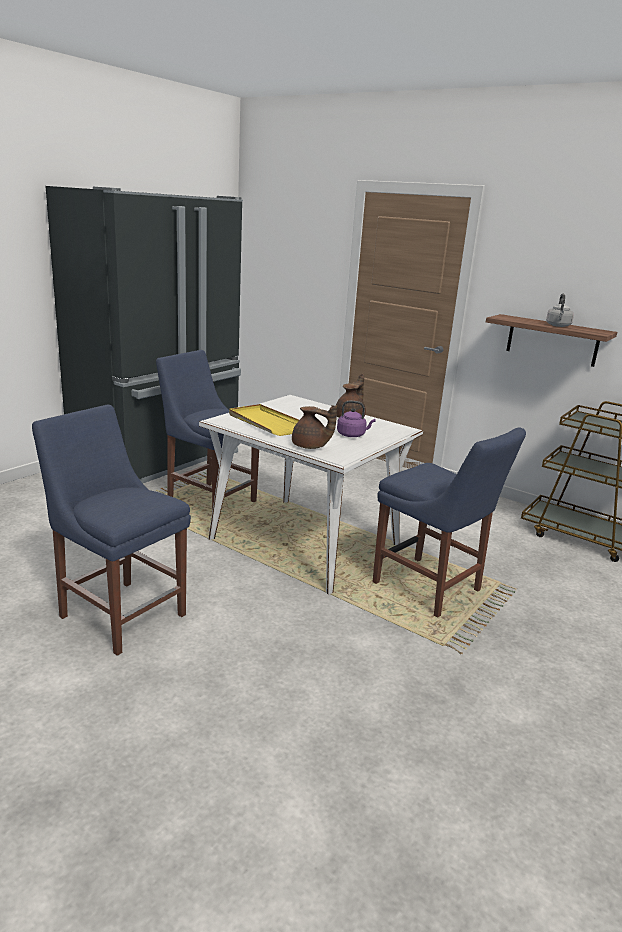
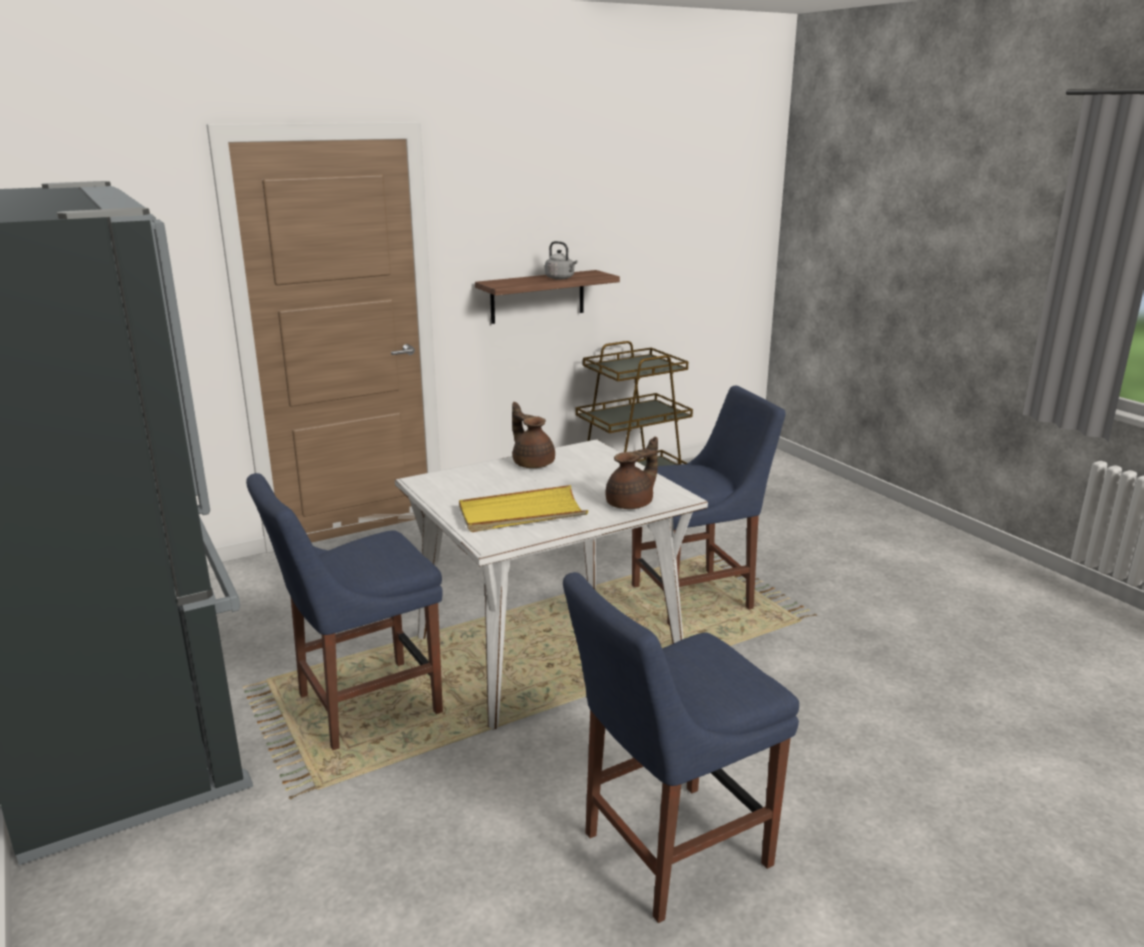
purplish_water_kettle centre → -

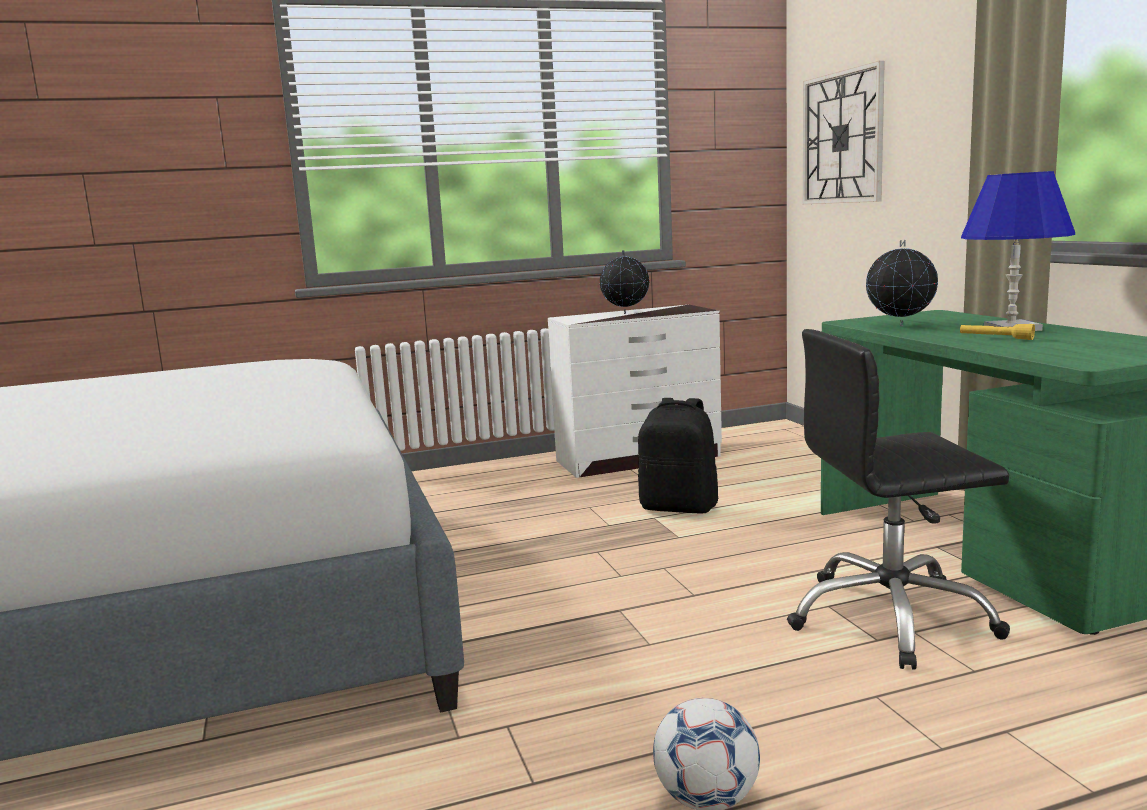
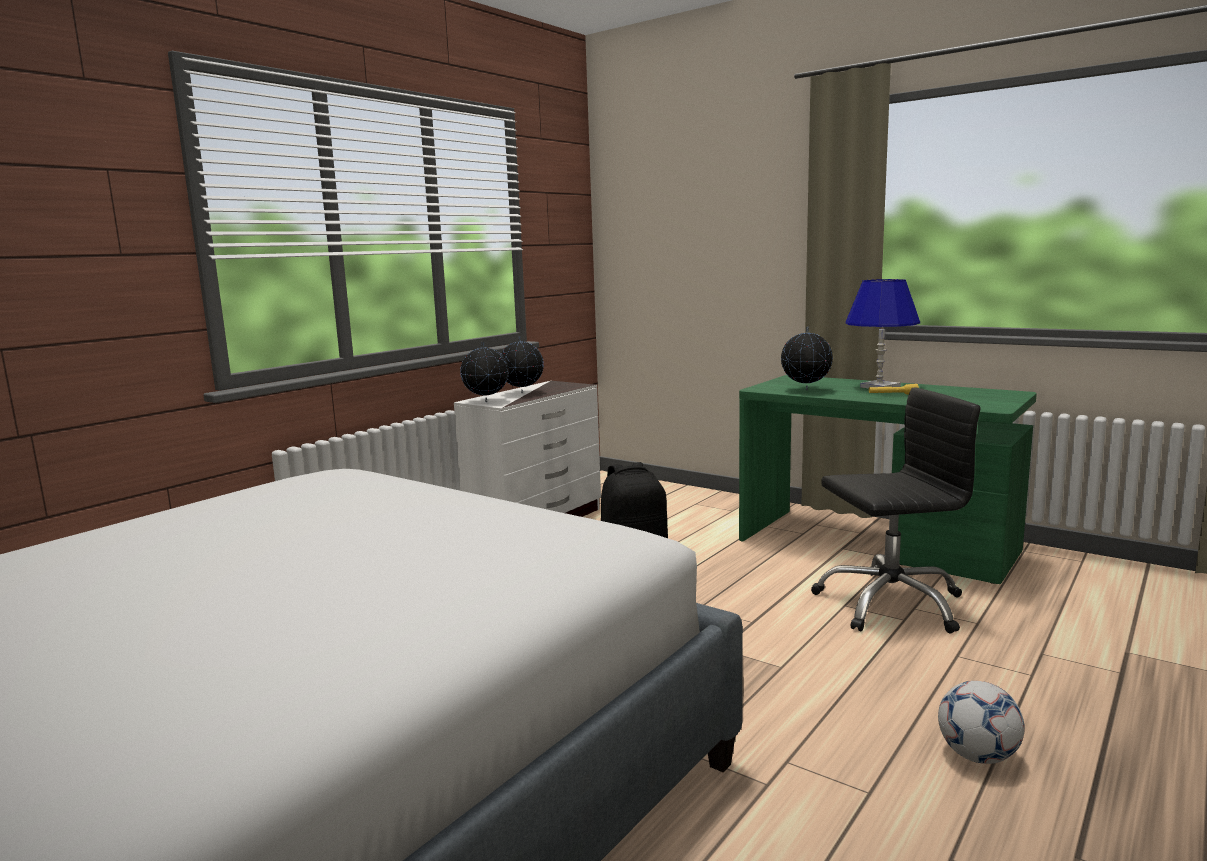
wall_clock top right → -
black-coloured_desk_chair middle right, 150 degrees counterclockwise
- → world_globe (1st from left) centre

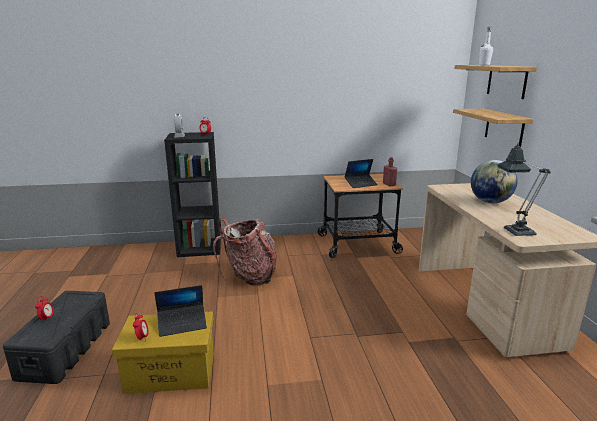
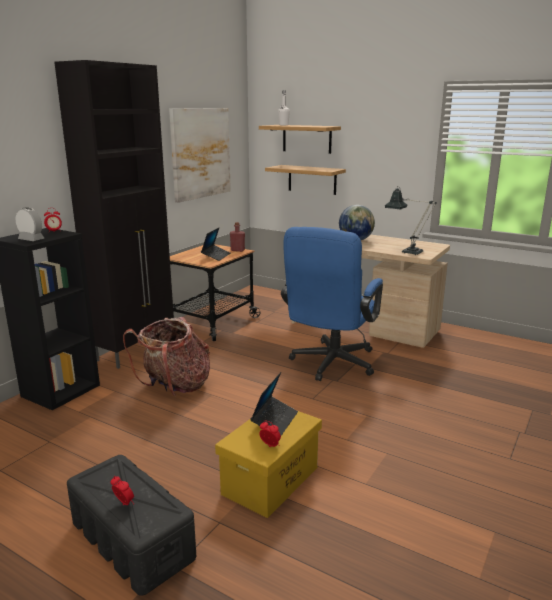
- → black-coloured_storage_cabinet middle left
- → wall_picture top centre
- → blue-coloured_desk_chair centre

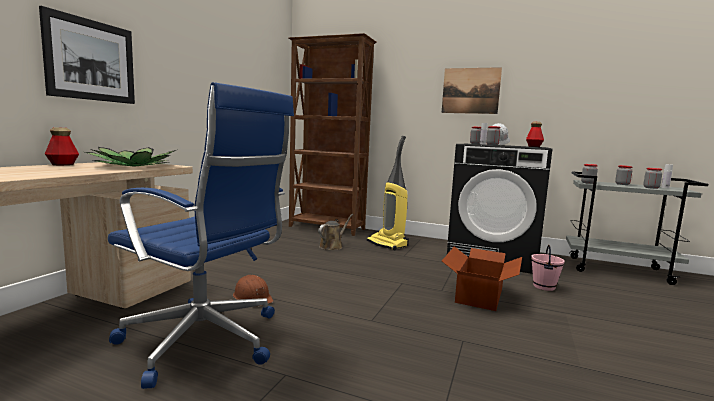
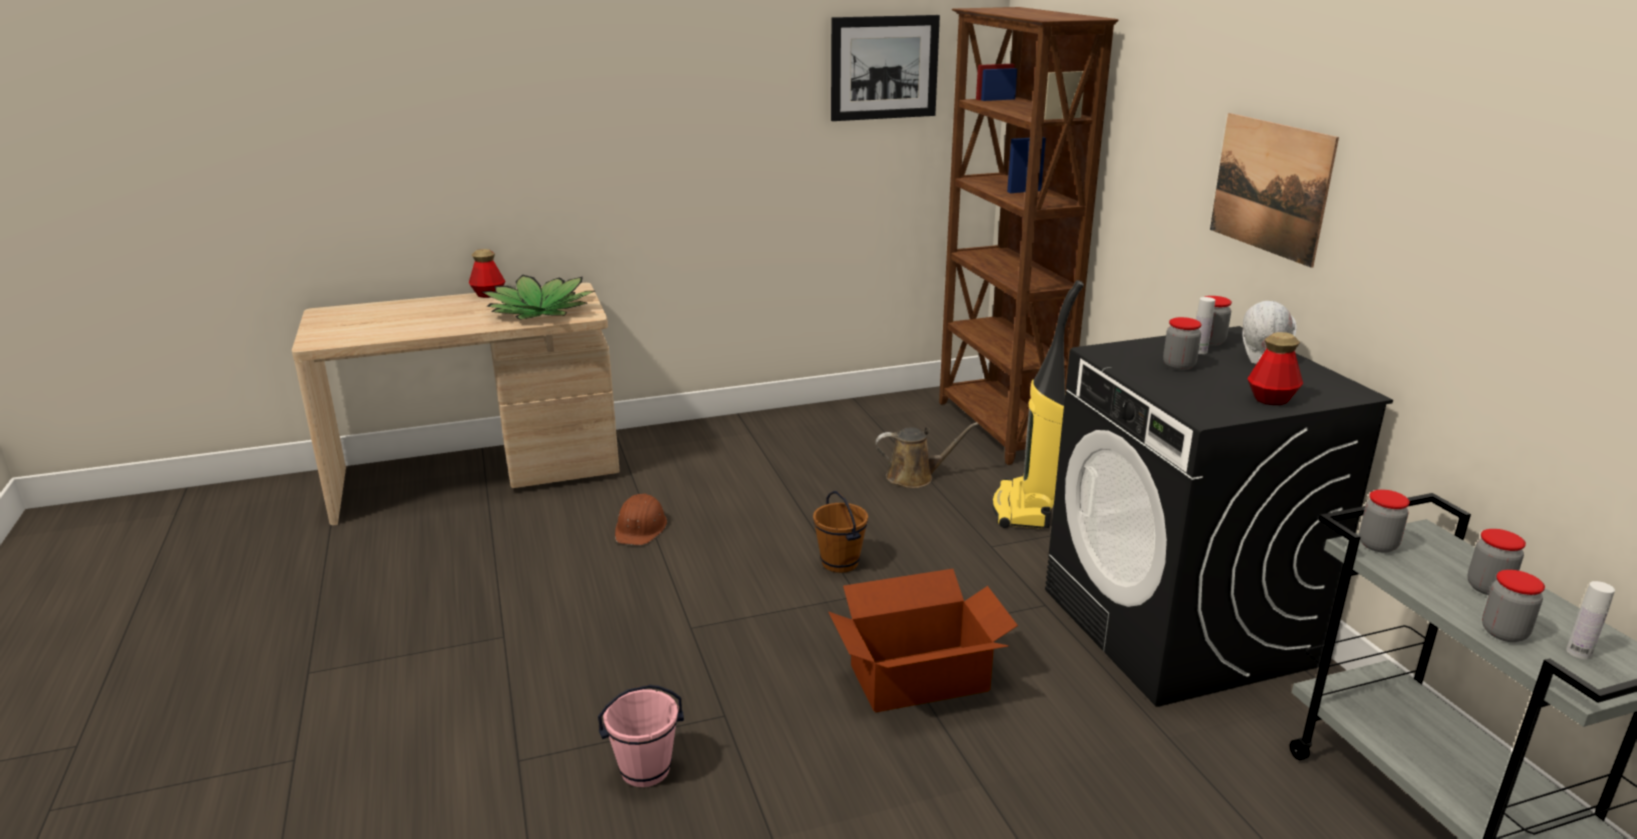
wall_picture (1st from left) top left → wall_picture (1st from left) top centre, moved
blue-coloured_desk_chair middle left → -
pink-coloured_pail bottom right → pink-coloured_pail bottom centre, moved
- → brown_pail centre

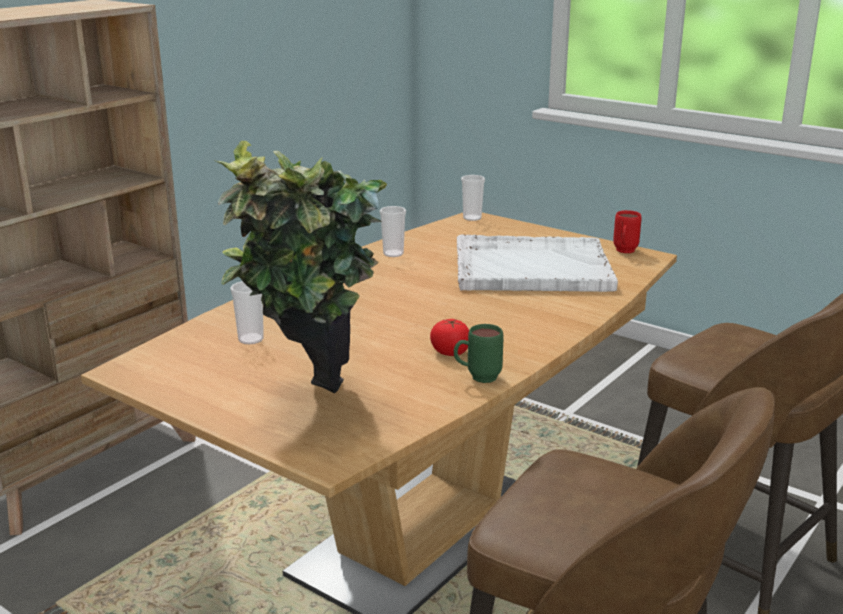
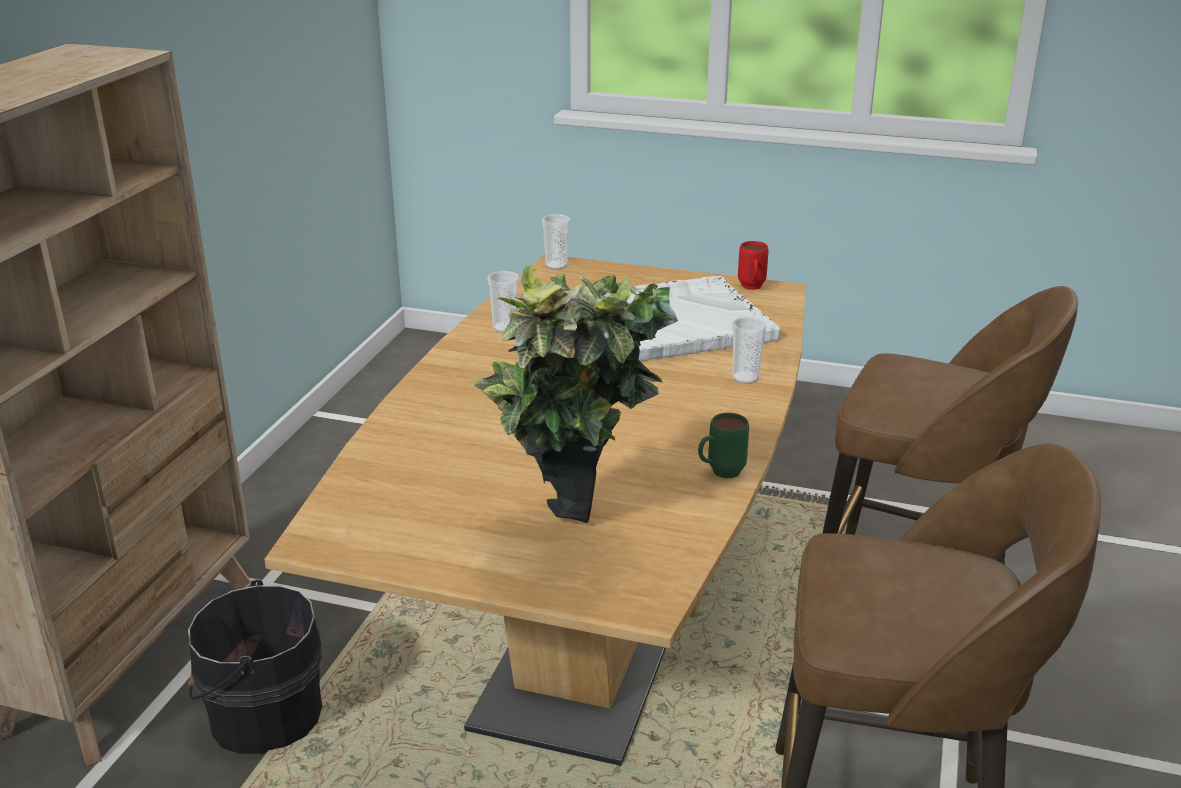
cup (1st from left in the first image) middle left → cup (3rd from left) centre, moved
tomato centre → -
- → black-coloured_pail bottom left

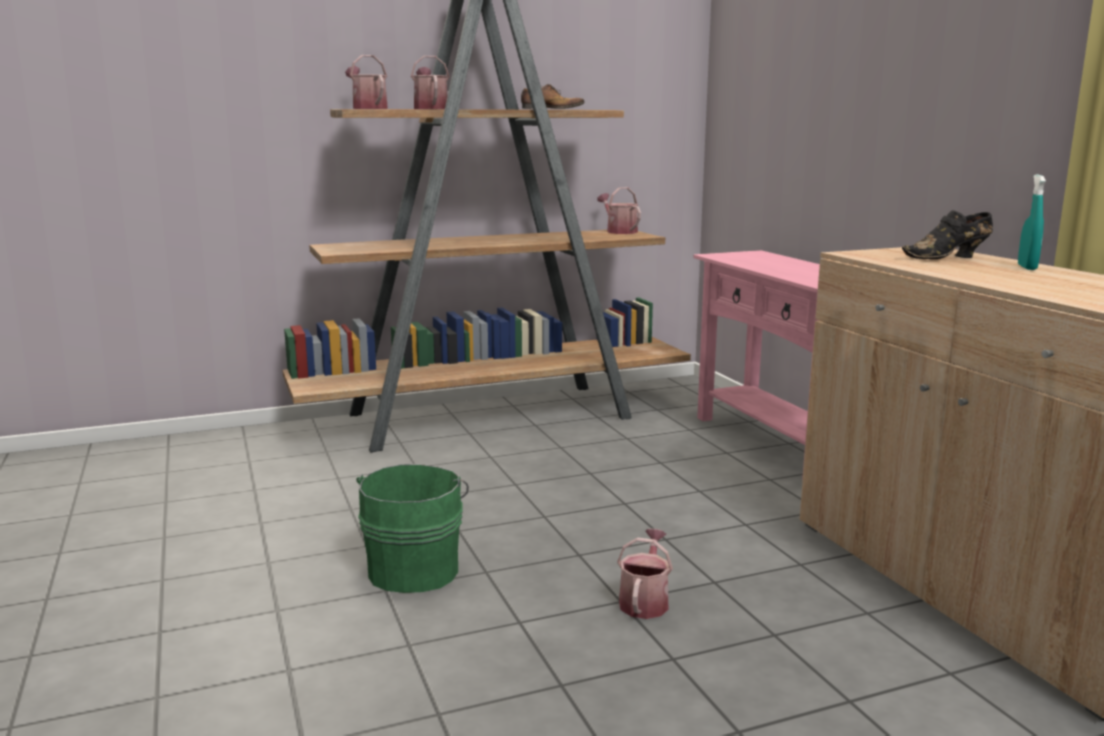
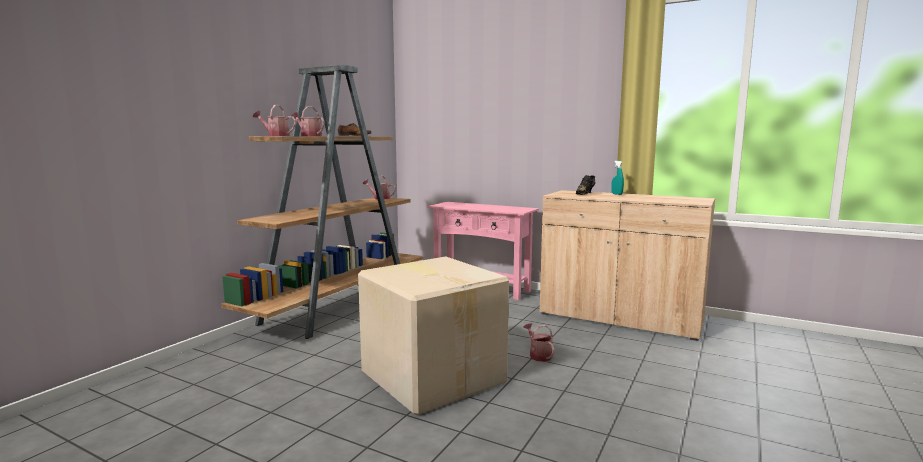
green_pail bottom centre → packing_box bottom centre

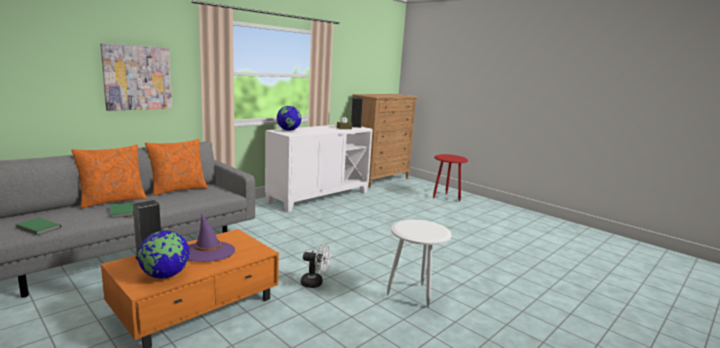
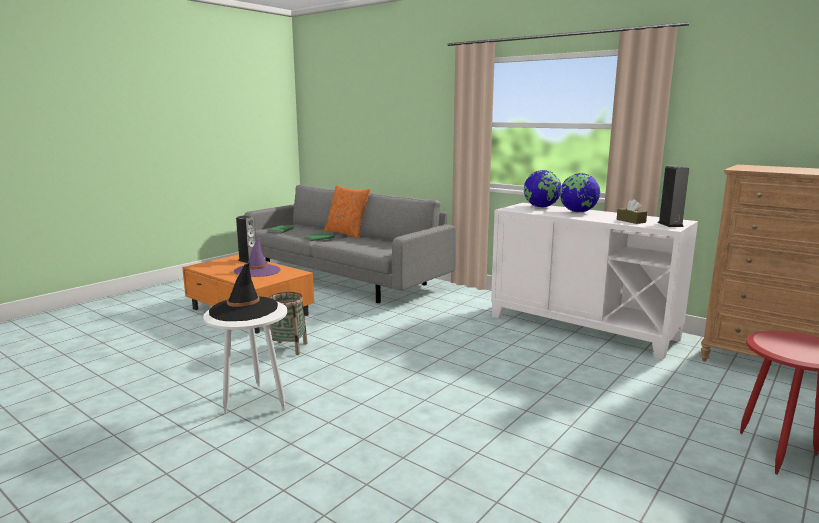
wall_picture top left → -
orange-coloured_cushion (2nd from left) middle left → -
world_globe (1st from left in the first image) bottom left → world_globe (2nd from left) middle right, moved
white_cooling_fan bottom centre → basket centre
- → black-coloured_hat middle left

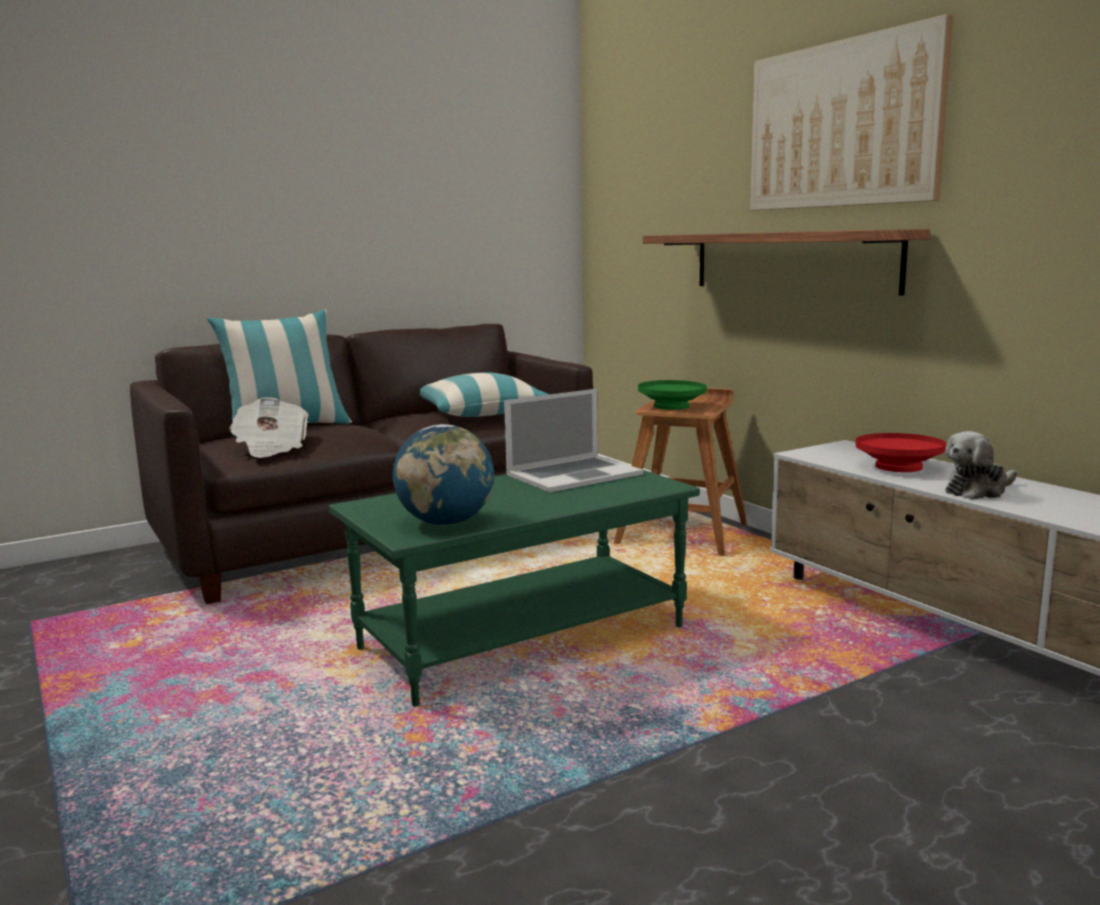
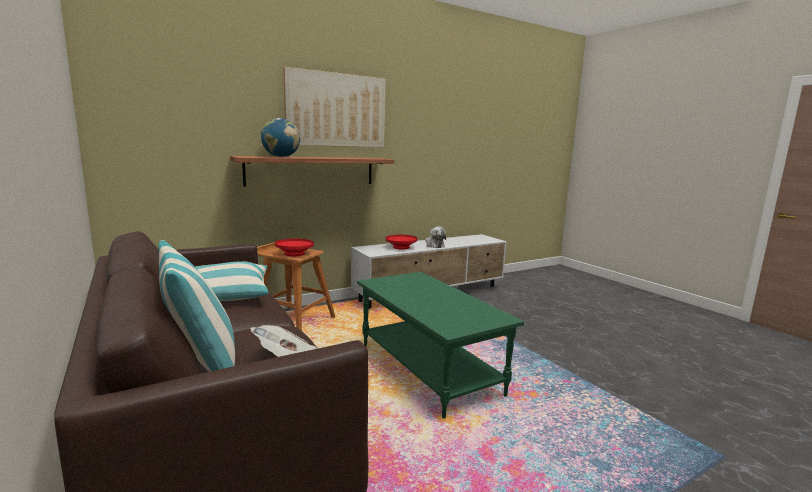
green_bowl centre → red-coloured_bowl (1st from left) centre
laptop centre → -
world_globe centre → world_globe top centre, moved

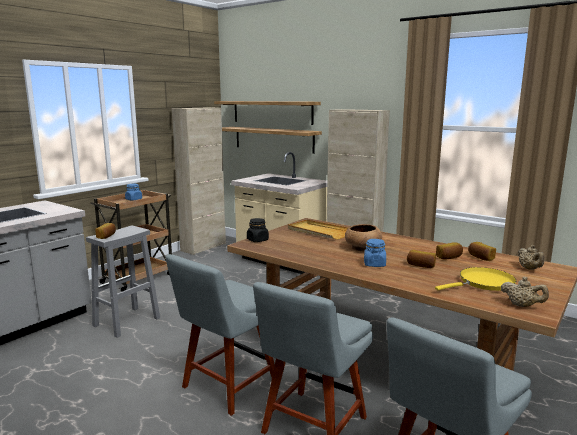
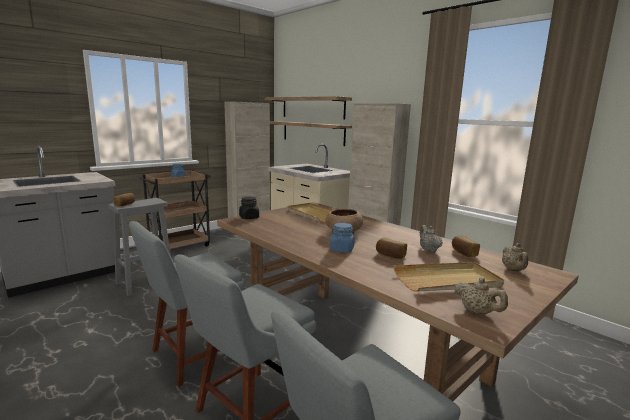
bread (3rd from left) middle right → sand-coloured_teapot (1st from left) middle right
yellowish_frying_pan middle right → sand-coloured_carrying_tray (2nd from left) middle right

